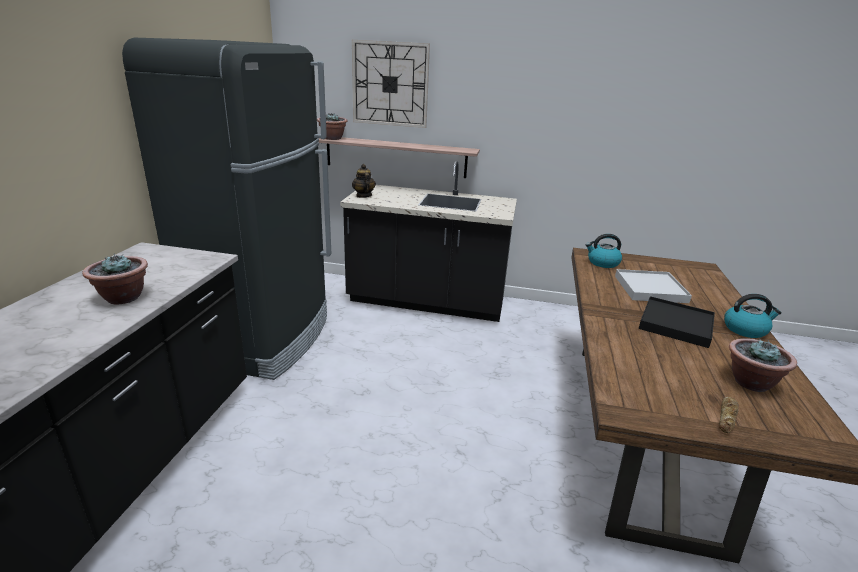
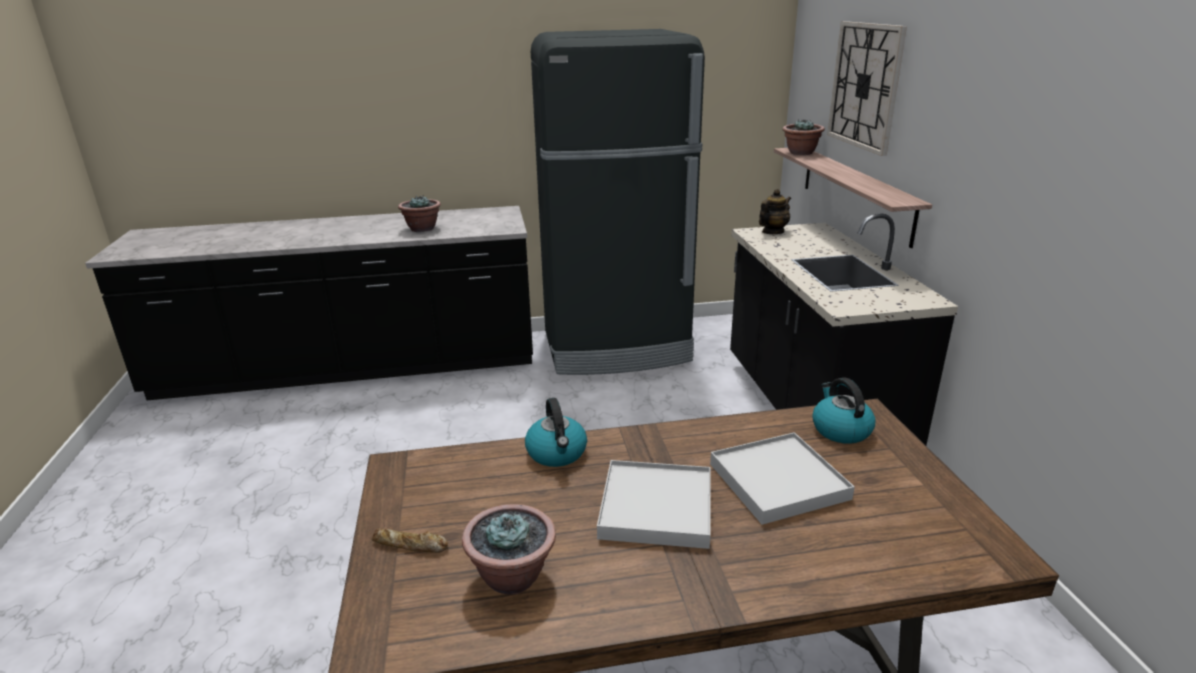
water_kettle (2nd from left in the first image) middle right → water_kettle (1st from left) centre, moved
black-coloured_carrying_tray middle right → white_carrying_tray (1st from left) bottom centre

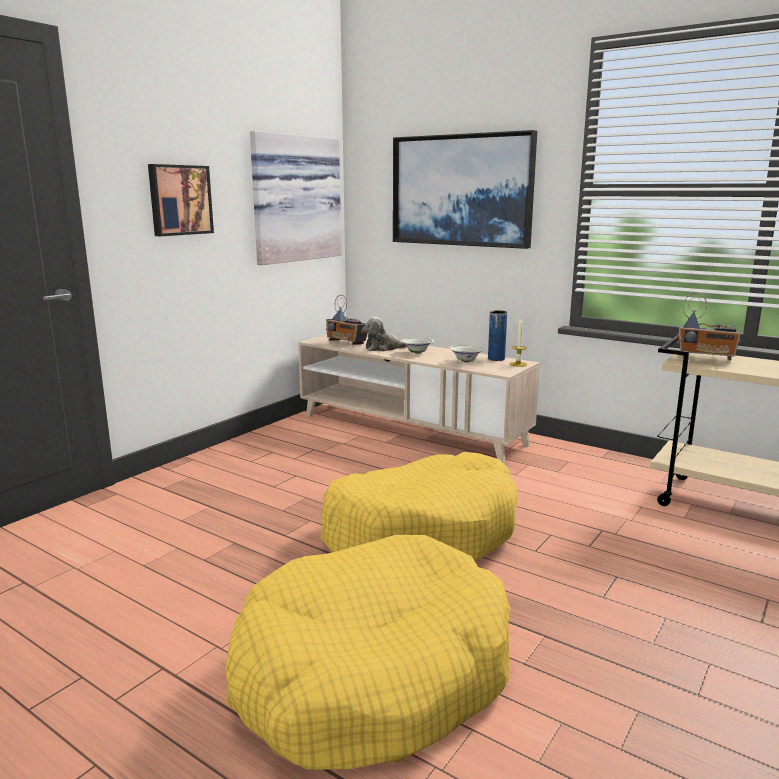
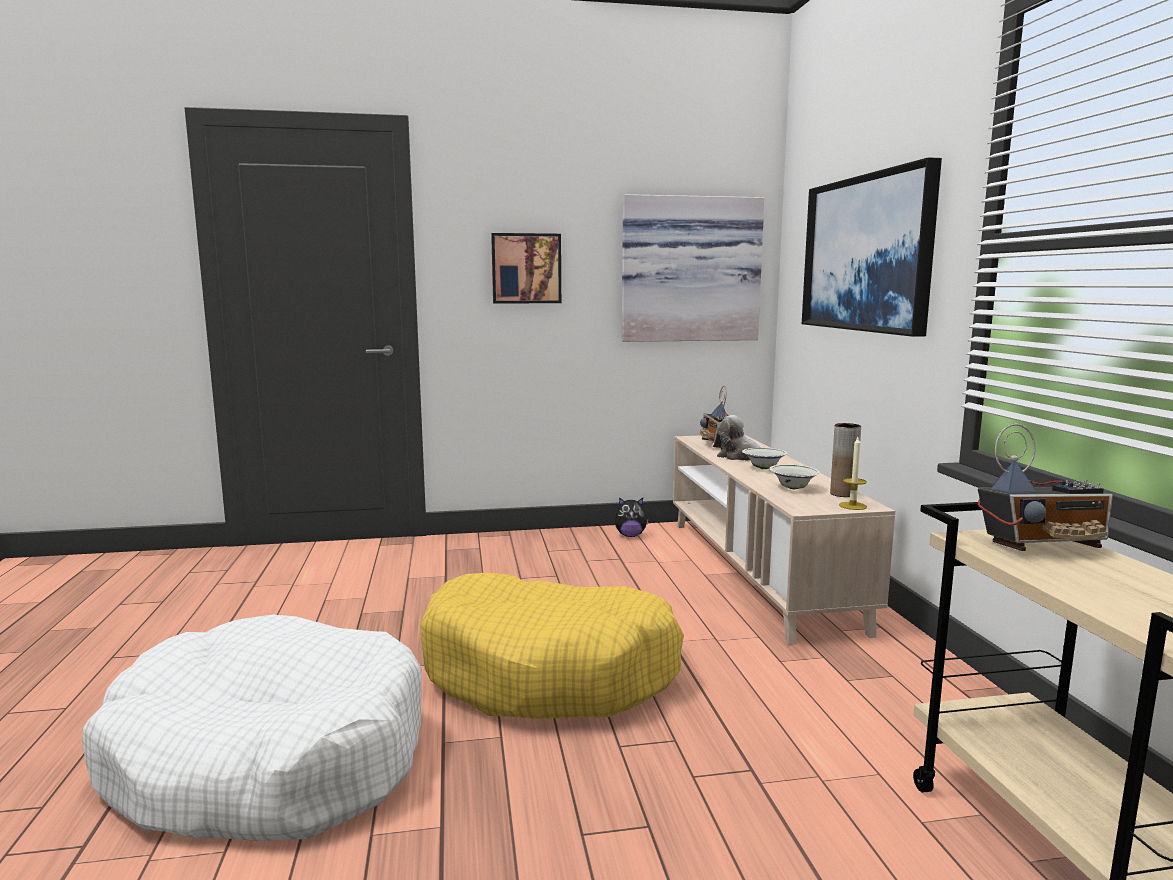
radio_receiver (2nd from left) middle right, 75 degrees counterclockwise
blue-coloured_flower_vase centre → brown_flower_vase middle right
yellowish_dog_cushion (1st from left) bottom centre → white_dog_cushion bottom left
- → cuddly_toy (1st from left) centre

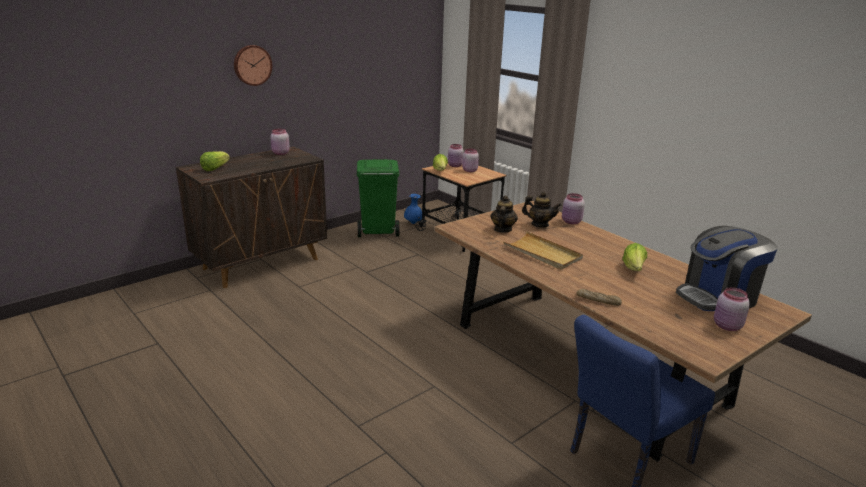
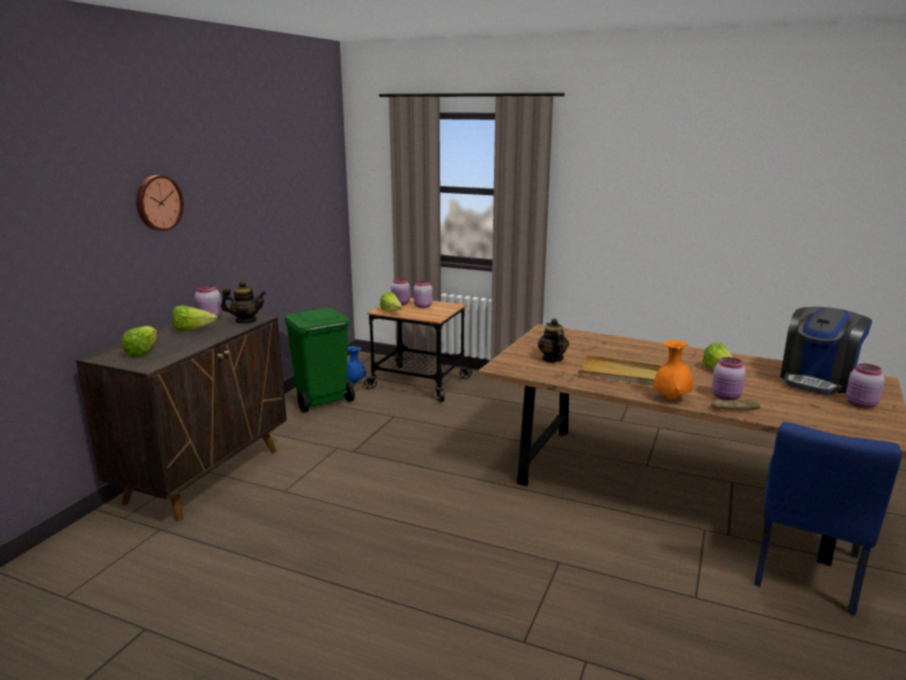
teapot (2nd from left in the first image) centre → teapot (1st from left) middle left, moved
pink-coloured_storage_jar (4th from left) centre → pink-coloured_storage_jar (4th from left) middle right, moved
- → head_of_lettuce (2nd from left) middle left
- → orange-coloured_flower_vase middle right

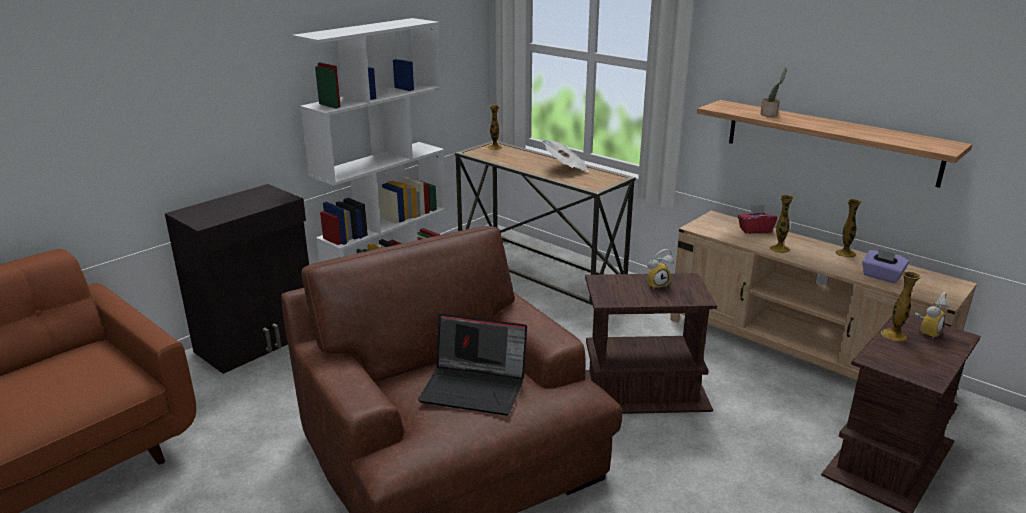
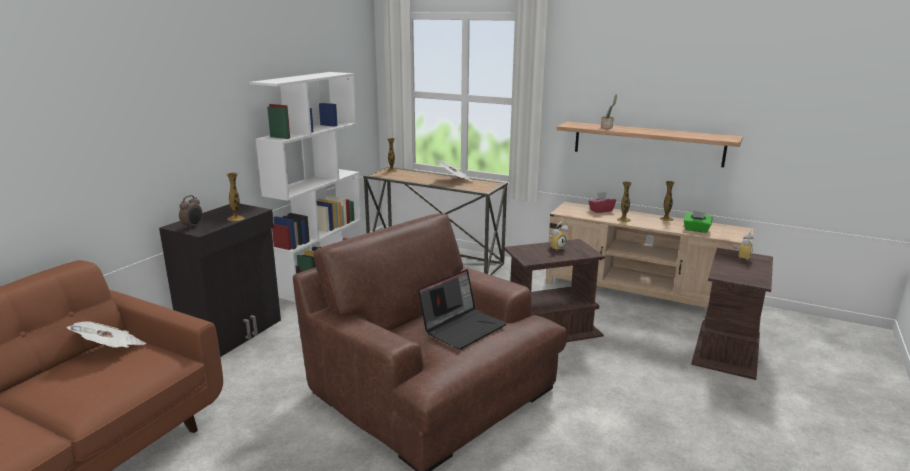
purplish_box_of_tissues middle right → green_box_of_tissues middle right
flower_vase (4th from left in the first image) middle right → flower_vase (1st from left) middle left, moved
laptop bottom centre → laptop centre, 45 degrees counterclockwise
- → bedside_clock (1st from left) middle left
- → newspaper (1st from left) bottom left

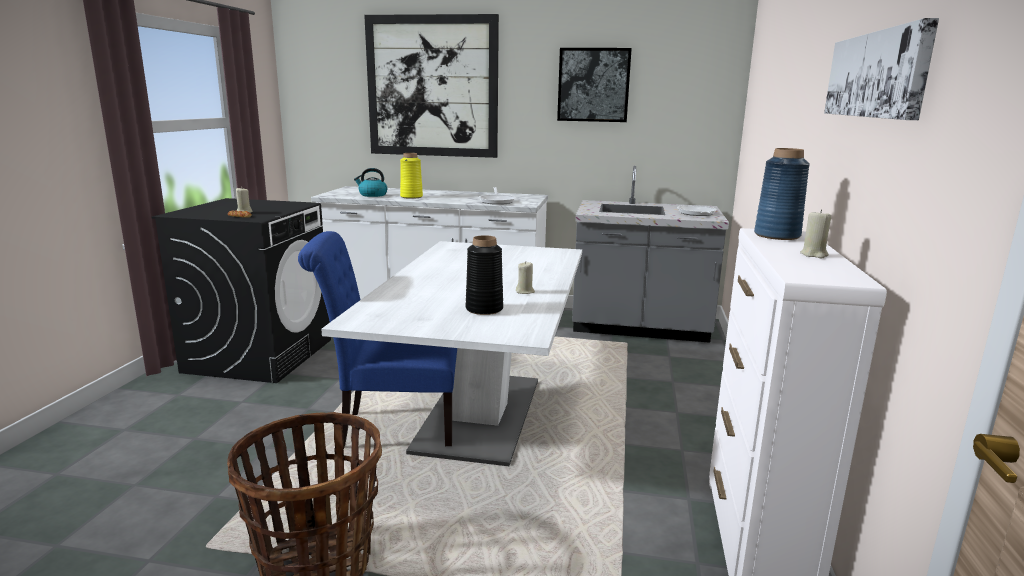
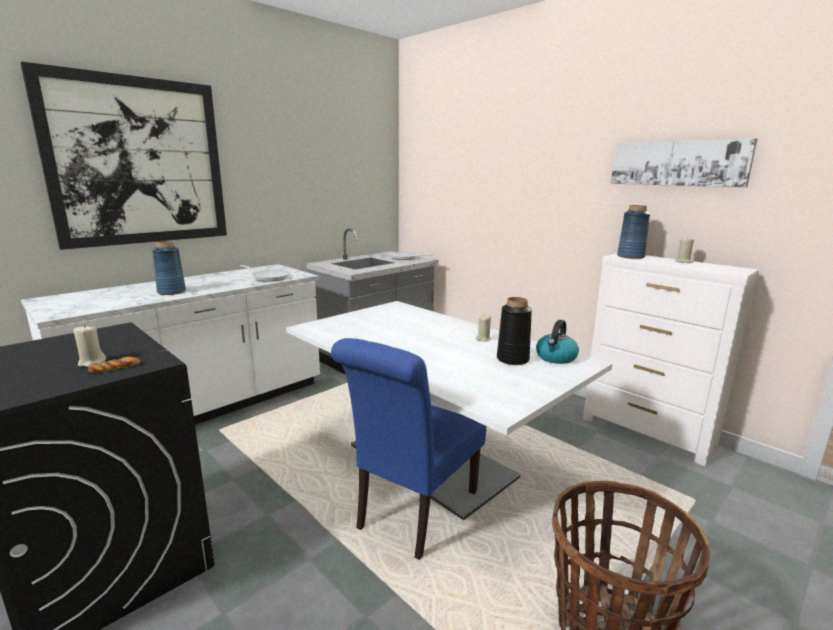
wall_picture (2nd from left) top centre → -
yellowish_flower_vase top centre → blue-coloured_flower_vase (1st from left) middle left
water_kettle top centre → water_kettle middle right, moved

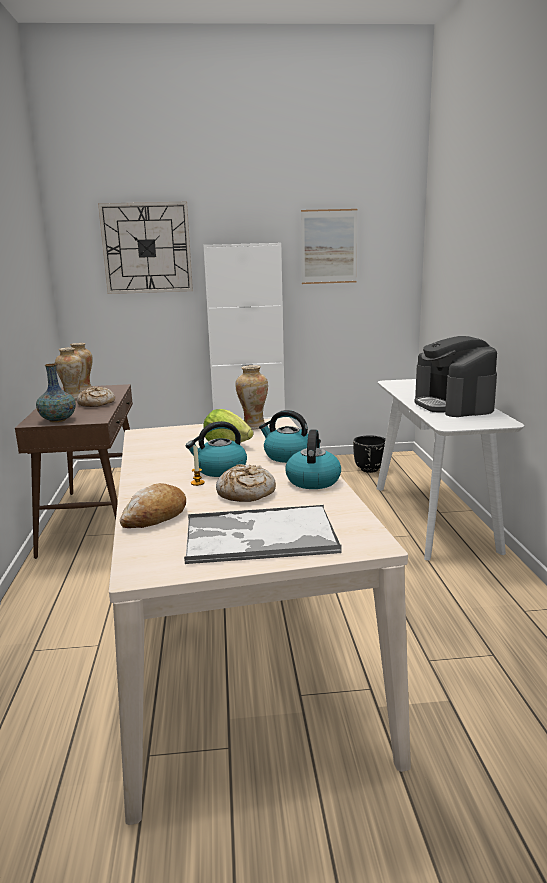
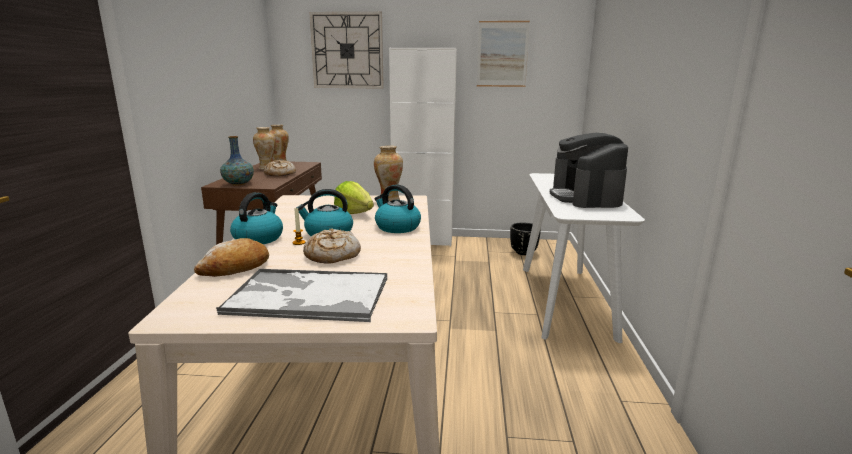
water_kettle (3rd from left in the first image) centre → water_kettle (1st from left) middle left, moved

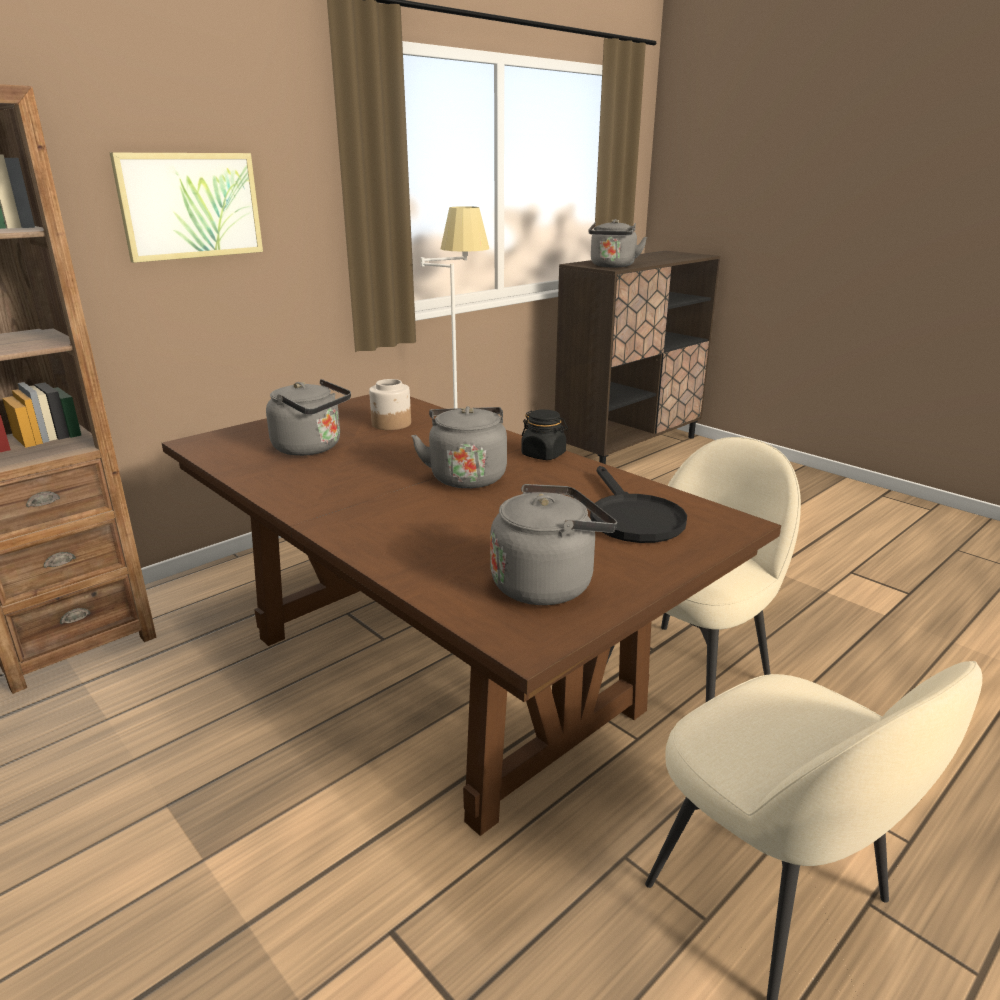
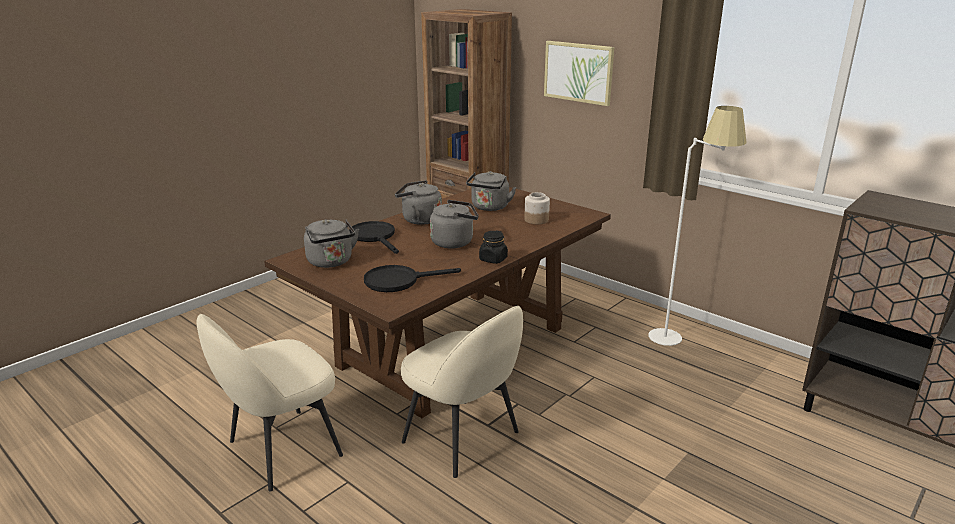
grey_water_kettle (4th from left in the first image) top centre → grey_water_kettle (2nd from left) centre, moved
- → black-coloured_frying_pan (1st from left) centre

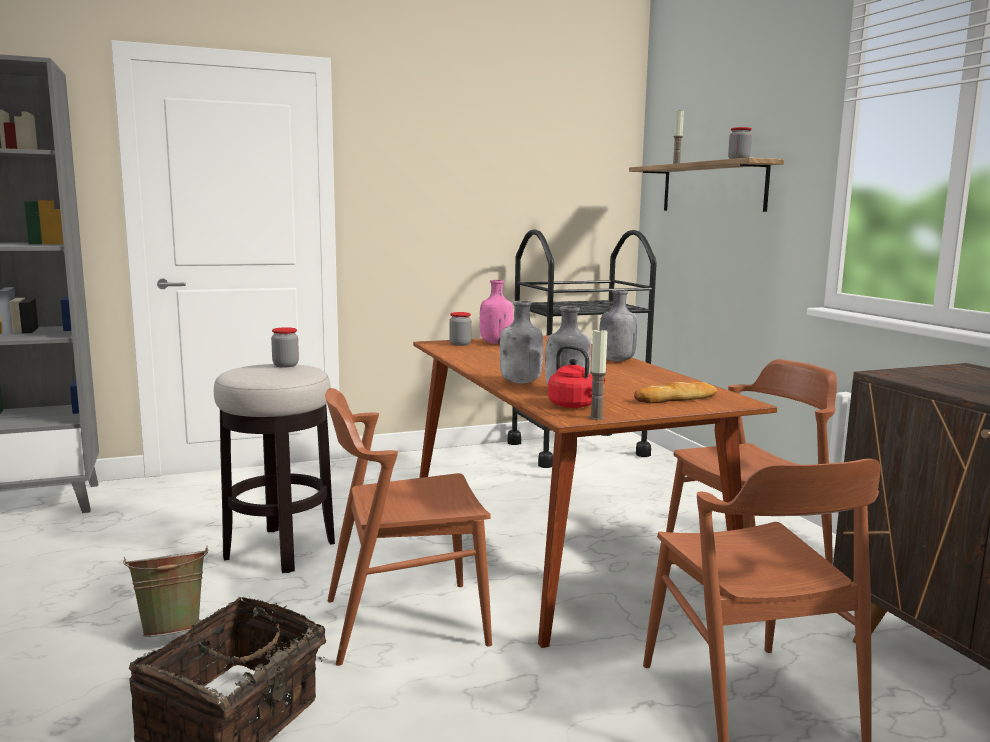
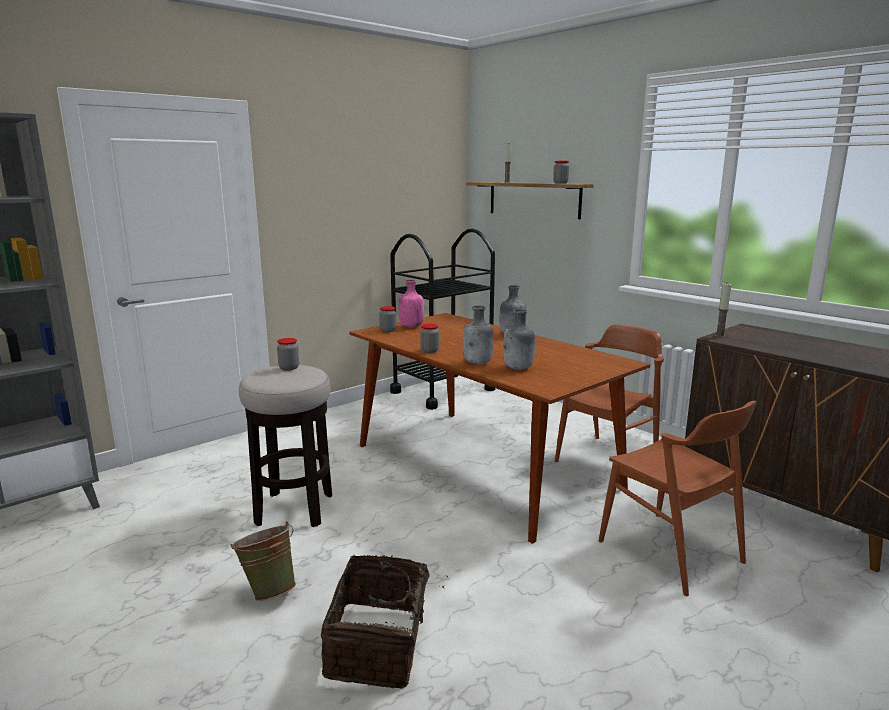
wax_candle (1st from left in the first image) centre → wax_candle (2nd from left) middle right, moved
red-coloured_water_kettle centre → -
bread middle right → -
brown_plain_chair (1st from left) bottom centre → -
- → storage_jar (3rd from left) centre

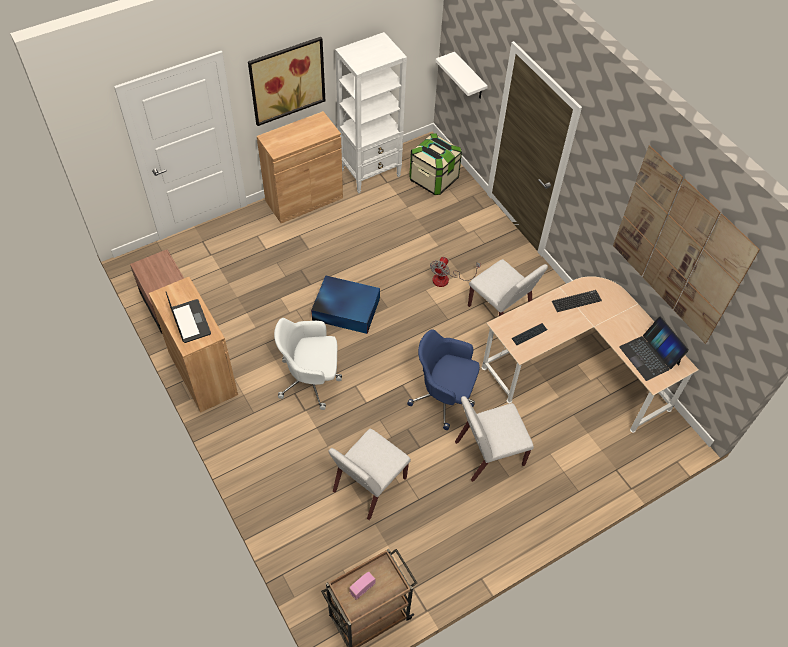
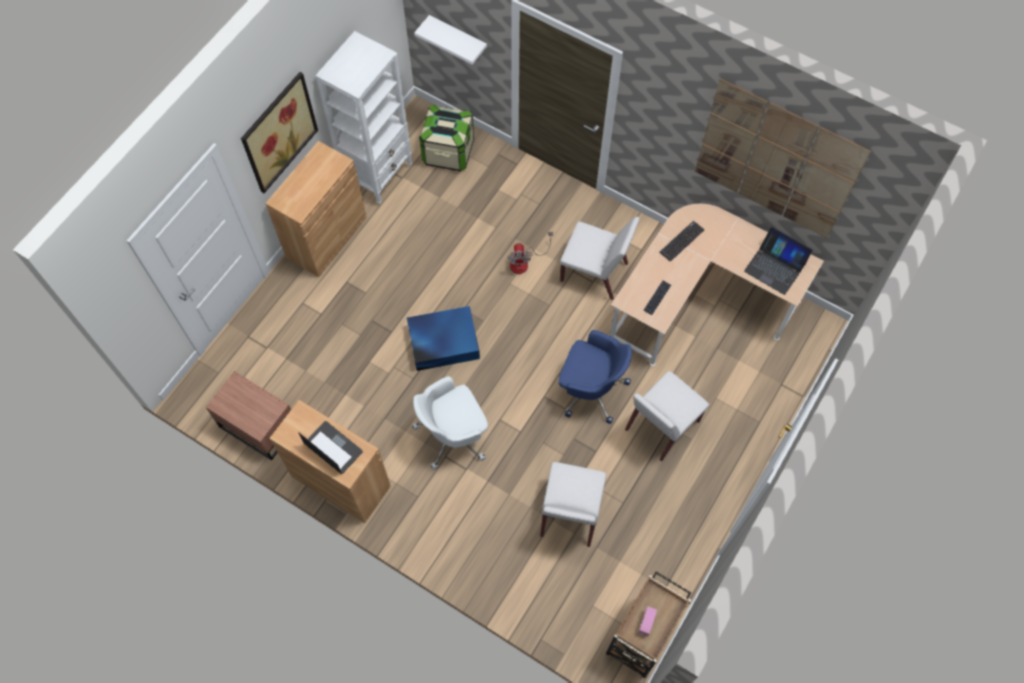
blue-coloured_desk_chair centre, 150 degrees counterclockwise

